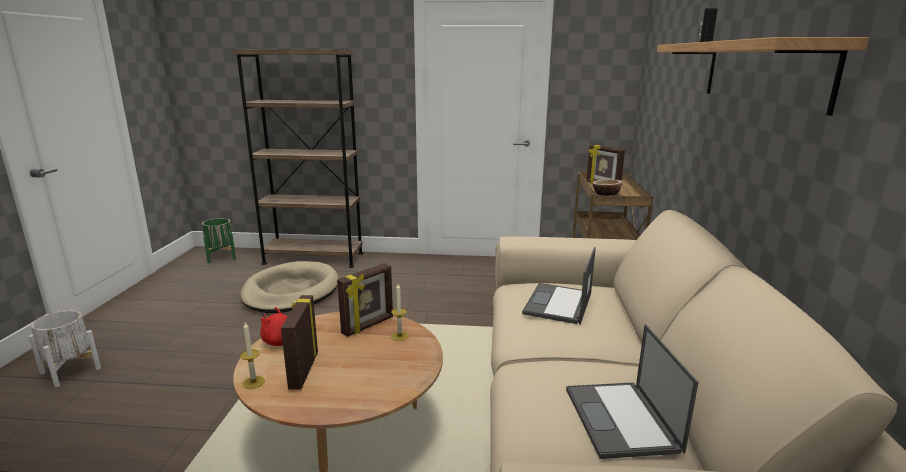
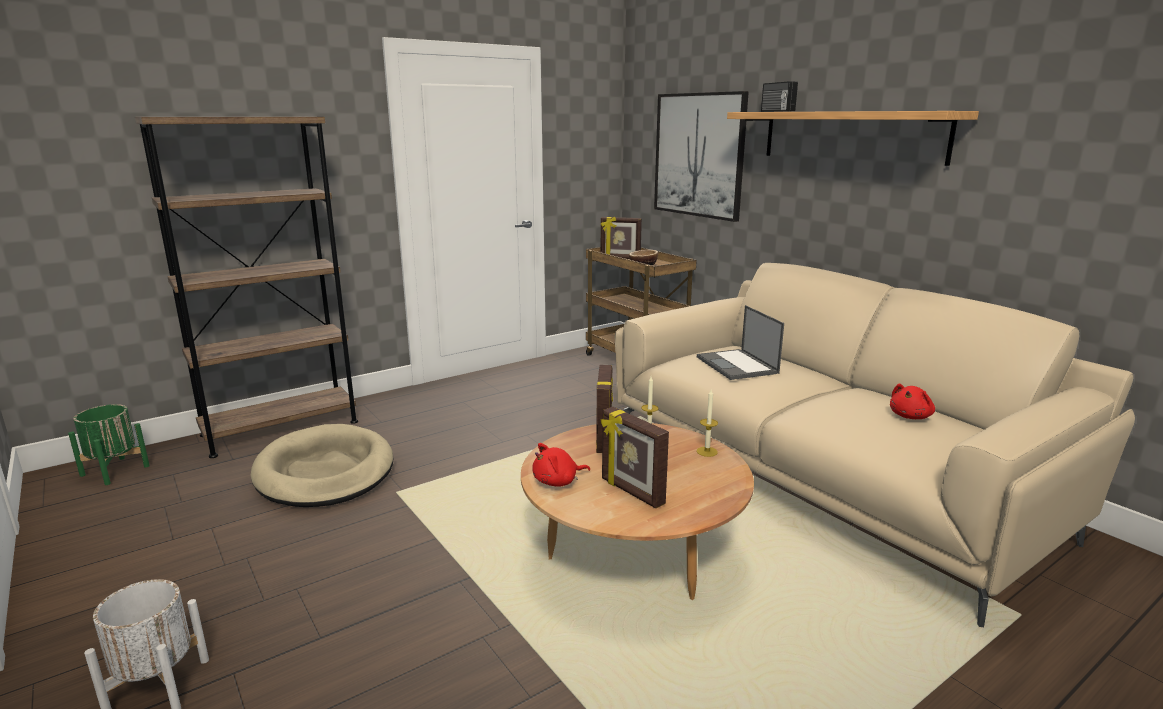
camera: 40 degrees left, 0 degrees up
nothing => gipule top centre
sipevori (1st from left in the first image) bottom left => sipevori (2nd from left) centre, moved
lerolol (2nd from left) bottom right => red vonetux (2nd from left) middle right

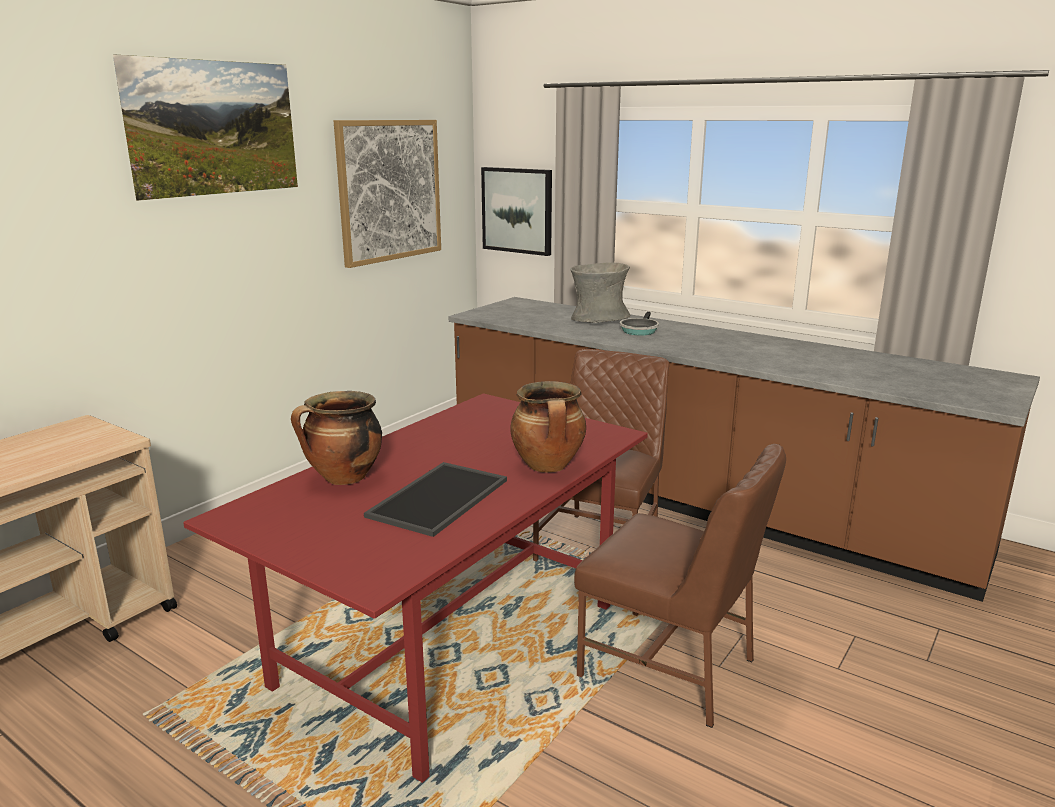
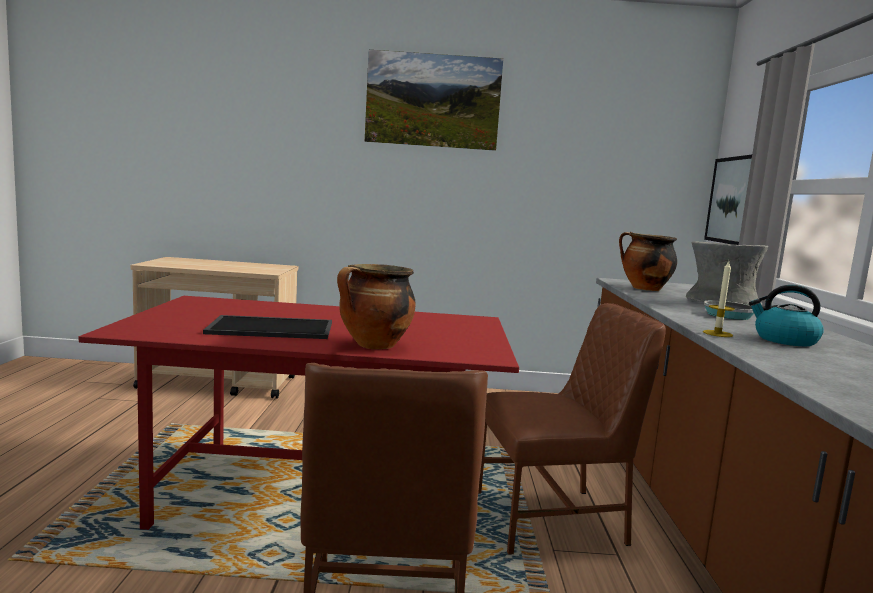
camera: 55 degrees right, 10 degrees down
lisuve (1st from left in the first image) middle left => lisuve (2nd from left) middle right, moved
nothing => sipevori middle right
nothing => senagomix middle right
gipule (2nd from left) top centre => nothing

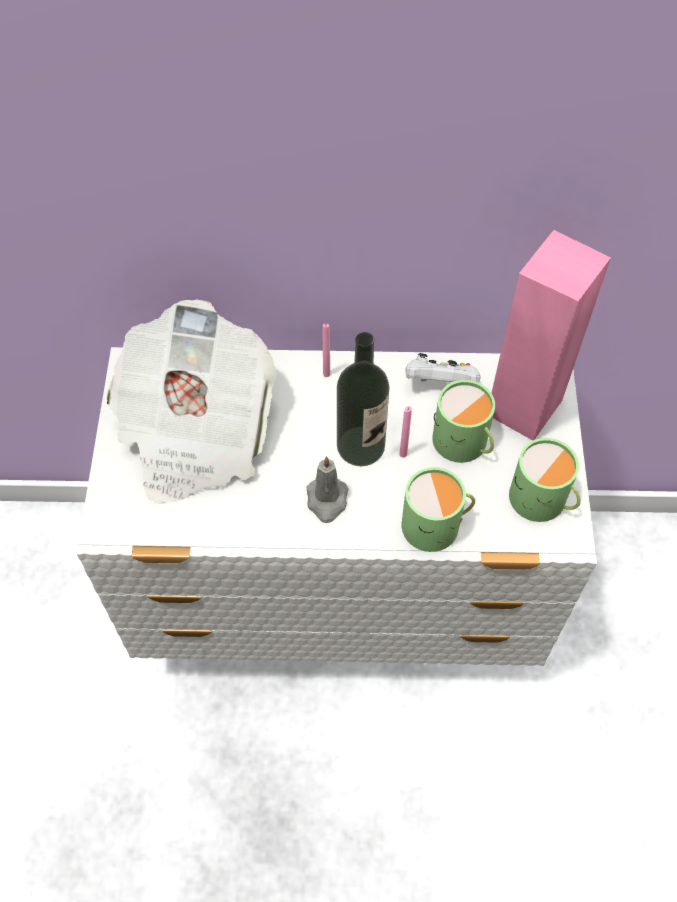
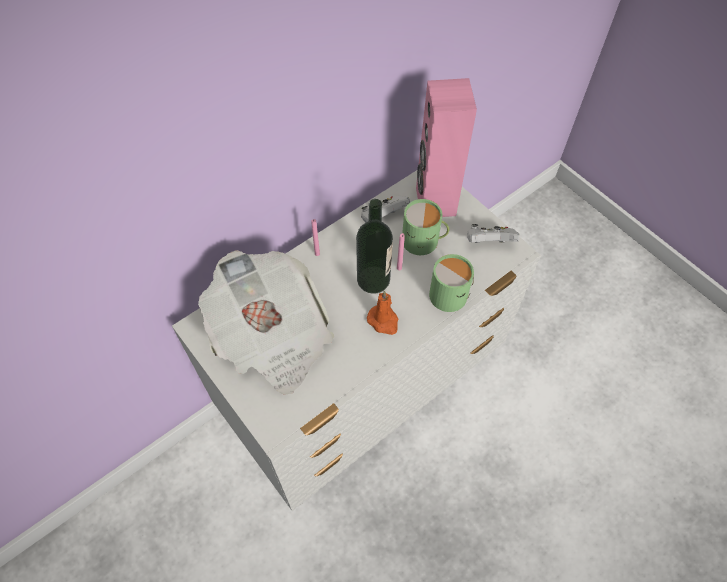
camera: 40 degrees left, 0 degrees up
grey sipevori centre => orange sipevori centre
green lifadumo (3rd from left) middle right => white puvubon (2nd from left) middle right

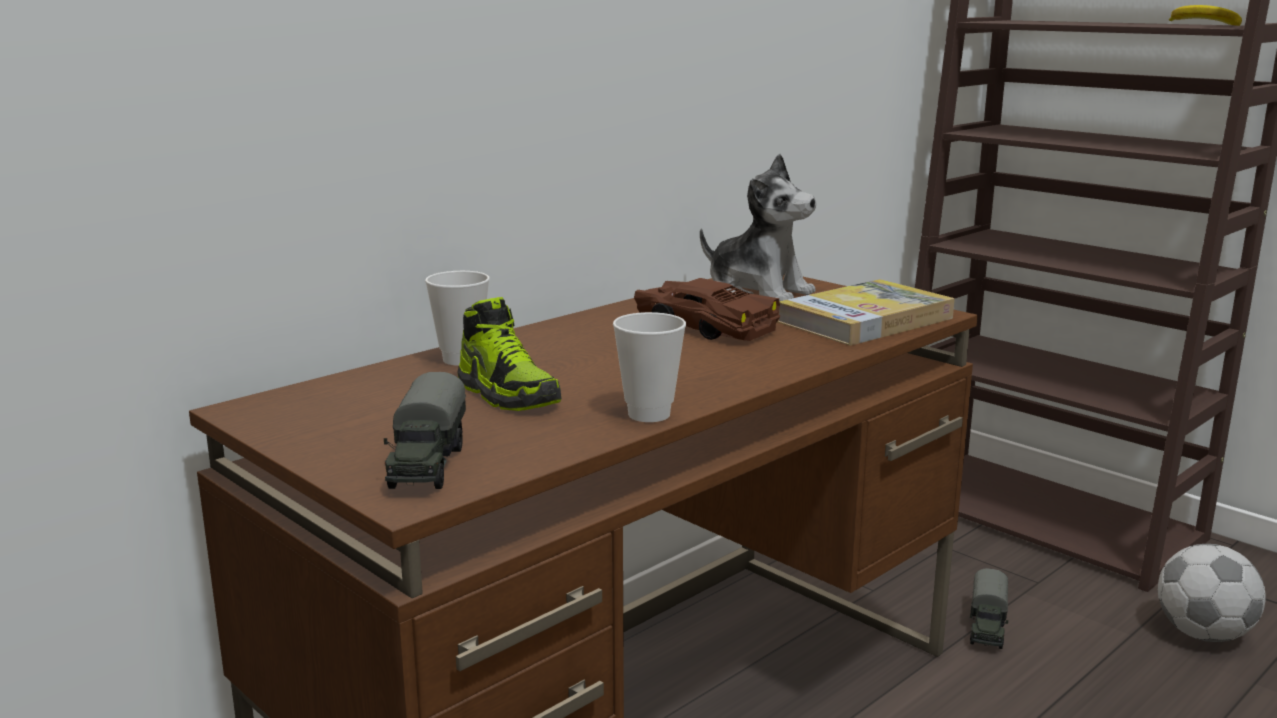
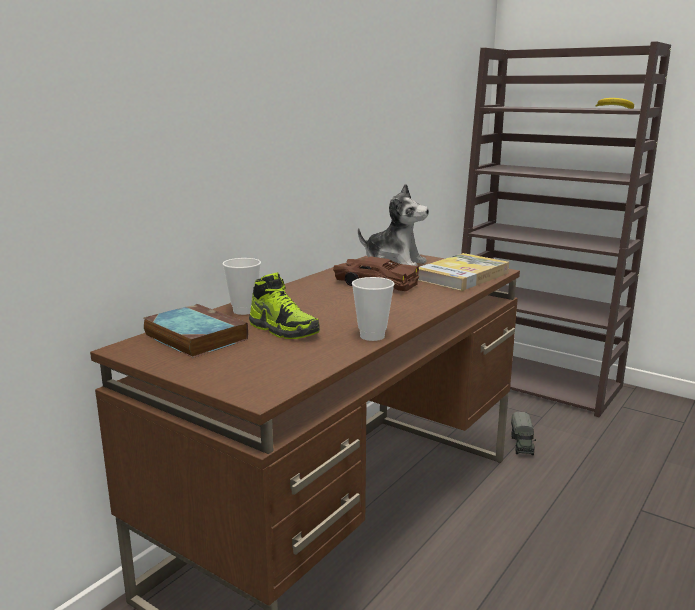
camera: 10 degrees left, 0 degrees up
nothing => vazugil (1st from left) middle left
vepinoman (1st from left) middle left => nothing
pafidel bottom right => nothing

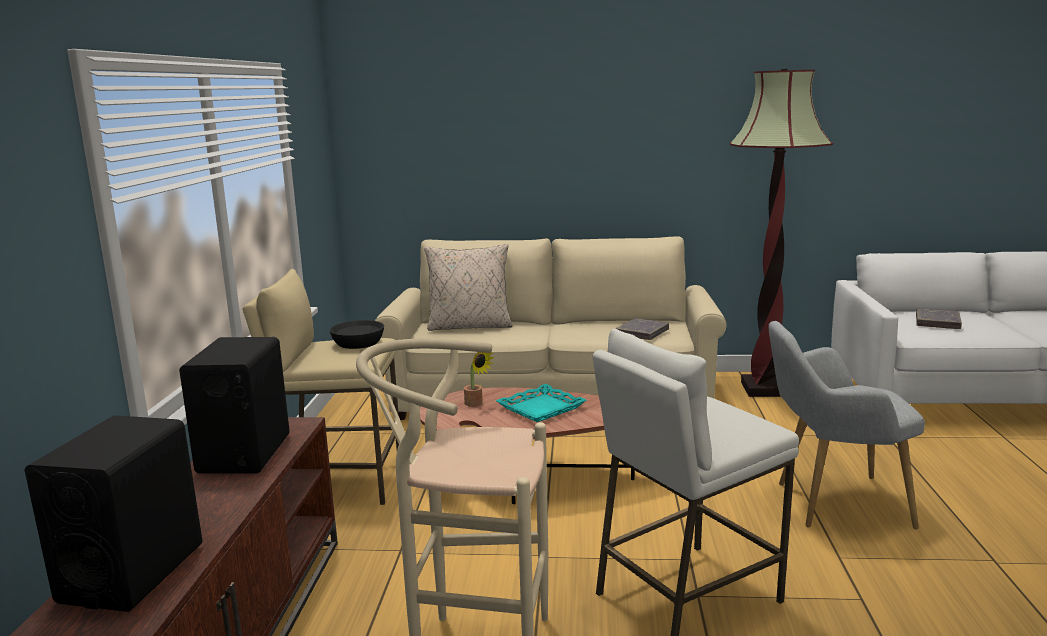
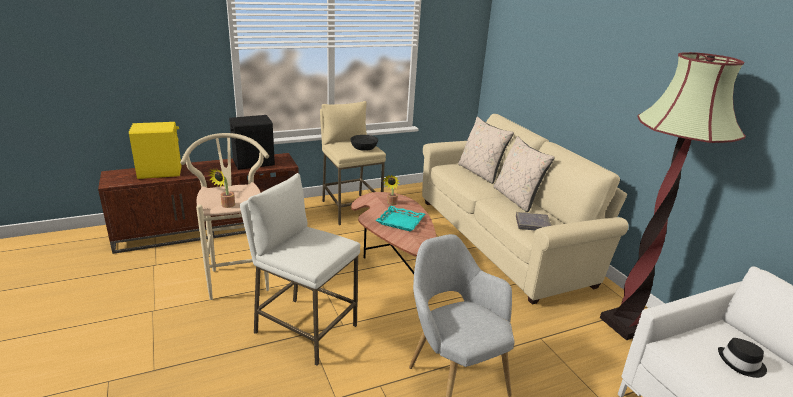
camera: 60 degrees right, 10 degrees up
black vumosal (1st from left) bottom left => yellow vumosal middle left
nothing => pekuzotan (1st from left) middle left
nothing => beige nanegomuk (2nd from left) centre
grey vazugil (2nd from left) middle right => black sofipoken bottom right

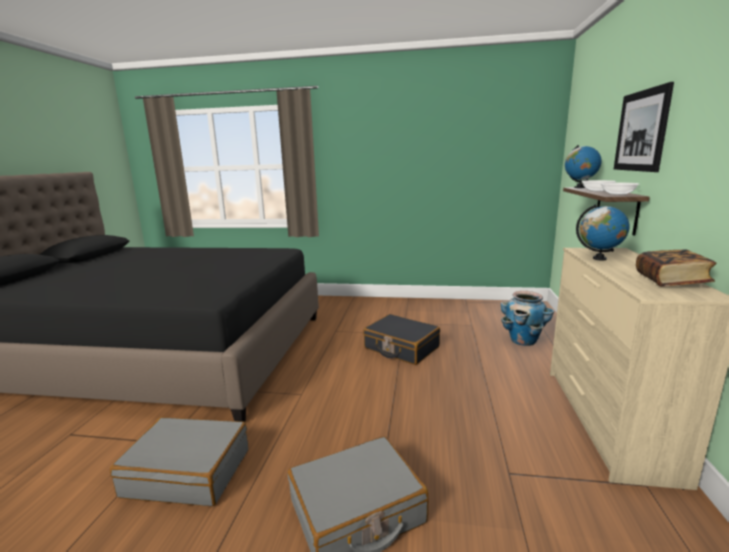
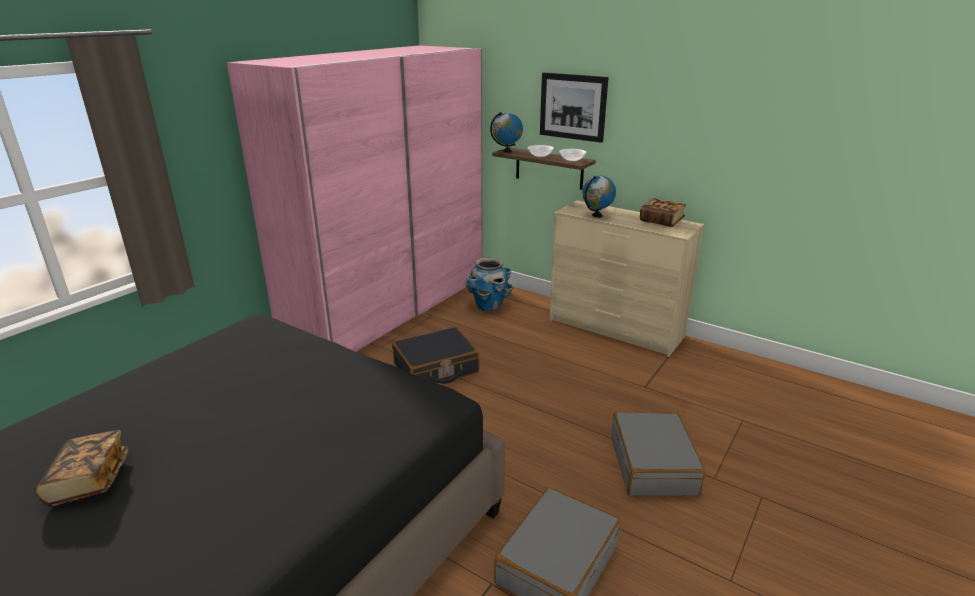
camera: 65 degrees left, 10 degrees up
nothing => vazugil (1st from left) bottom left
nothing => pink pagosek top centre

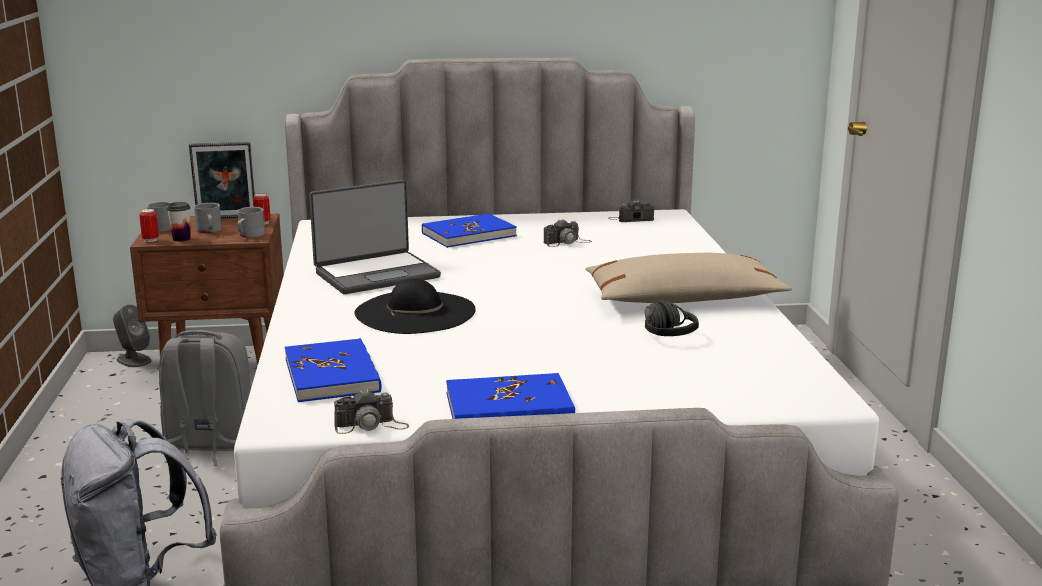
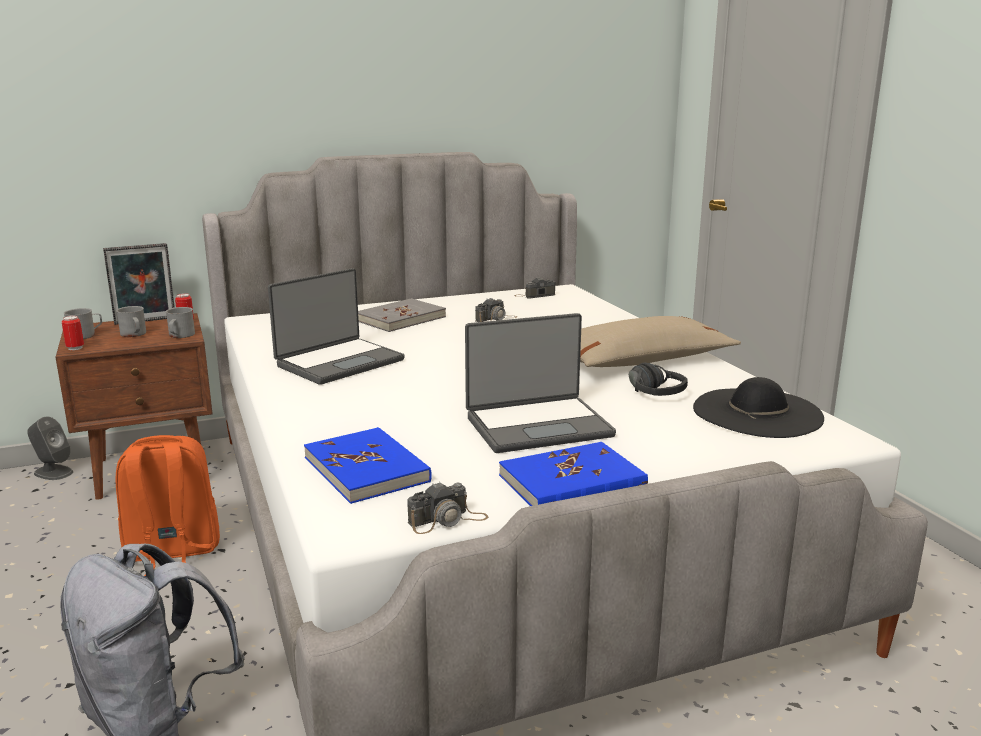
camera: 15 degrees left, 0 degrees up
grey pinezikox (2nd from left) bottom left => orange pinezikox bottom left
blue vazugil (2nd from left) centre => grey vazugil centre
nothing => lerolol (2nd from left) centre
black sofipoken centre => black sofipoken middle right, moved
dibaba middle left => nothing

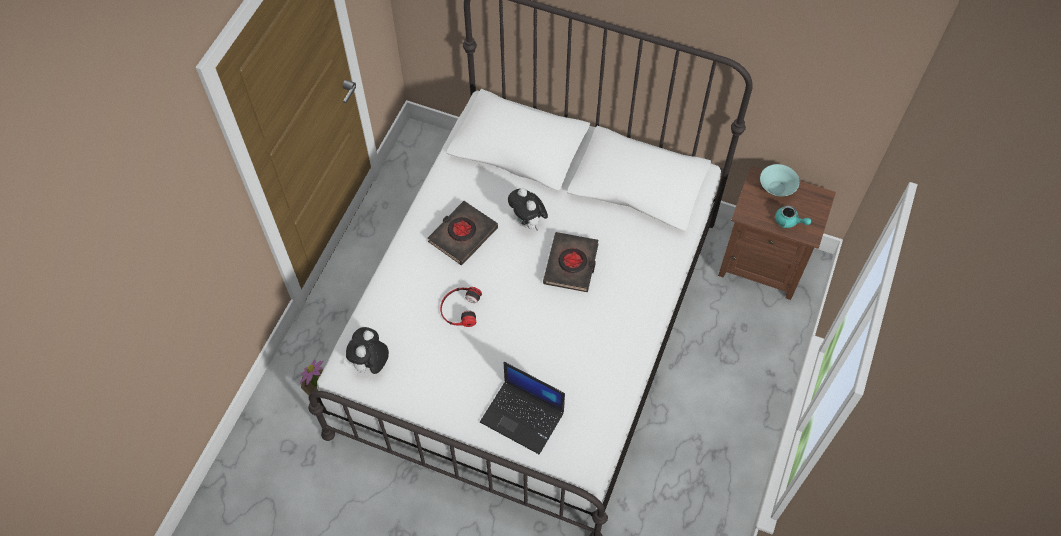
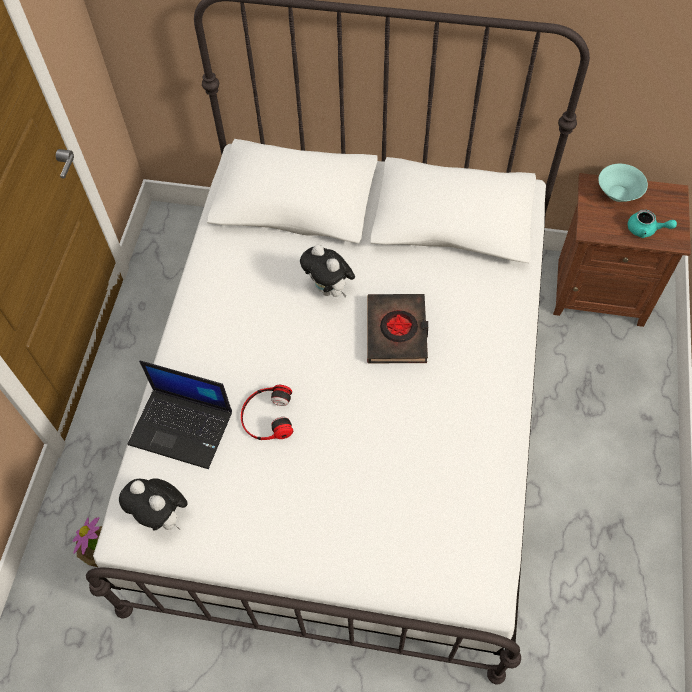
camera: 10 degrees left, 0 degrees up
vonetux (1st from left) centre => vonetux (1st from left) bottom left, 60 degrees counterclockwise
lerolol bottom centre => lerolol middle left, moved
black vazugil (1st from left) centre => nothing

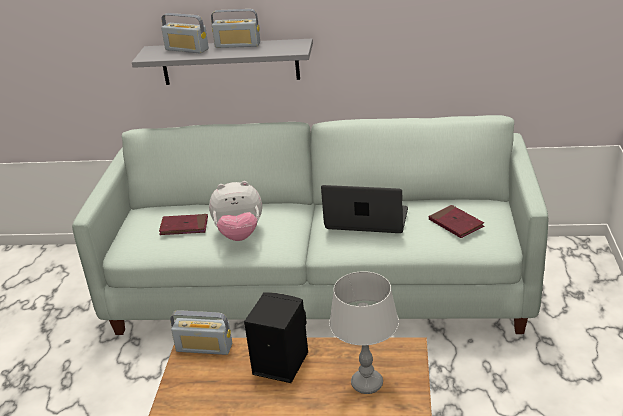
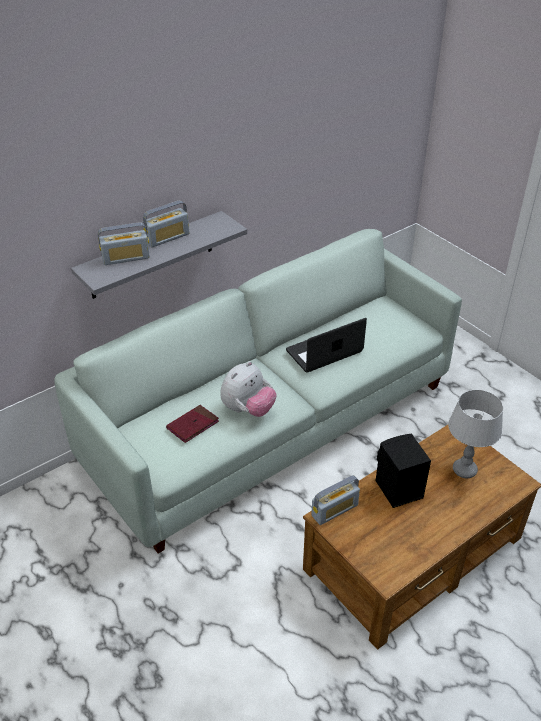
camera: 45 degrees left, 10 degrees up
red vazugil (2nd from left) middle right => nothing

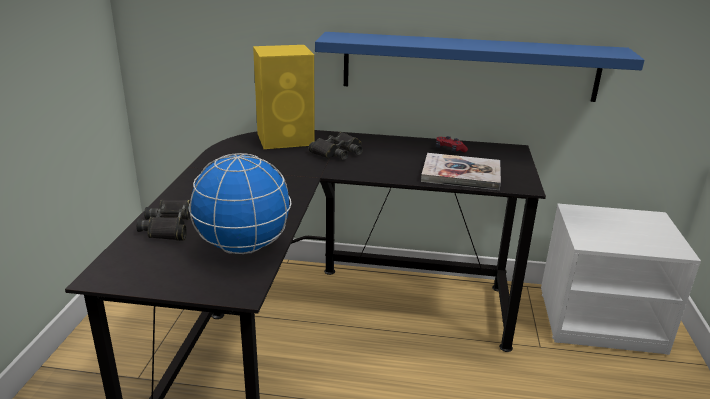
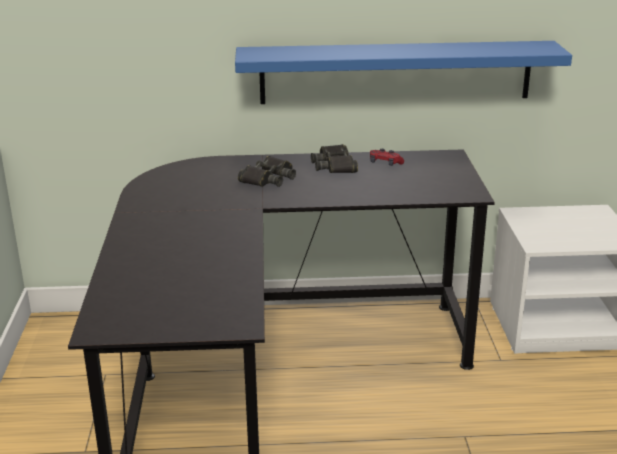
camera: 10 degrees left, 0 degrees up
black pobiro (1st from left in the first image) middle left => black pobiro (2nd from left) centre, moved
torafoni centre => nothing
yellow vumosal top centre => nothing
vazugil centre => nothing

